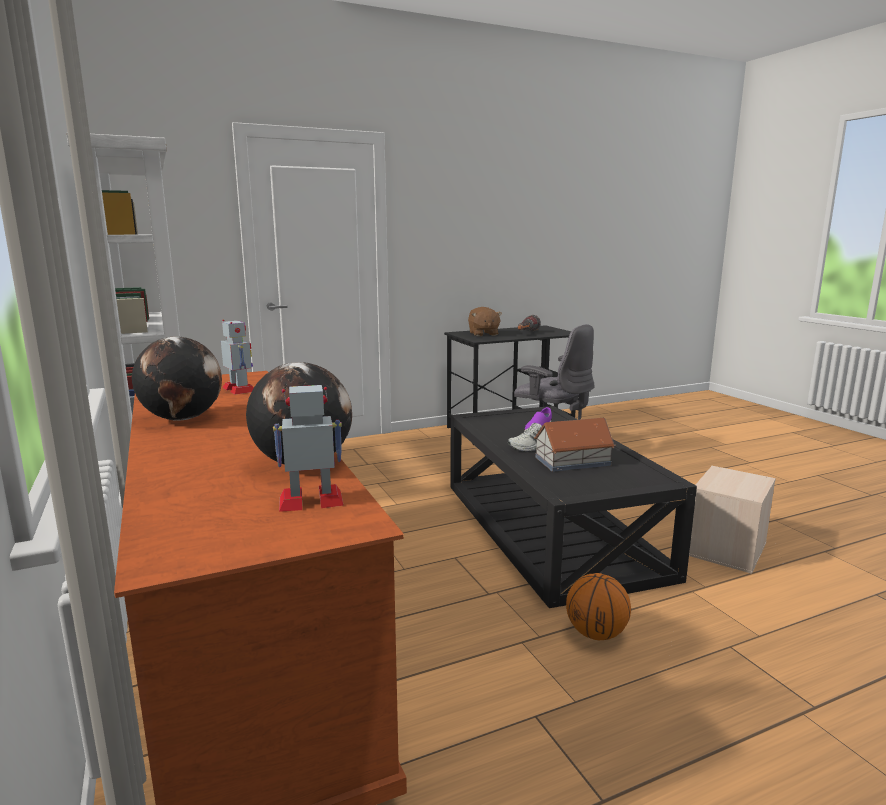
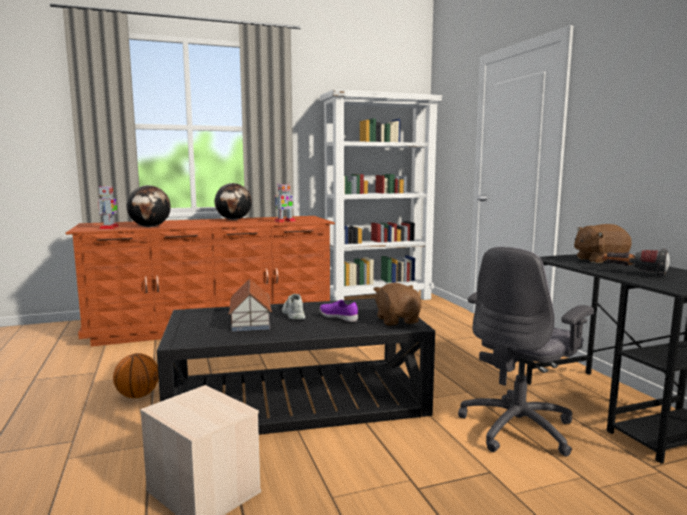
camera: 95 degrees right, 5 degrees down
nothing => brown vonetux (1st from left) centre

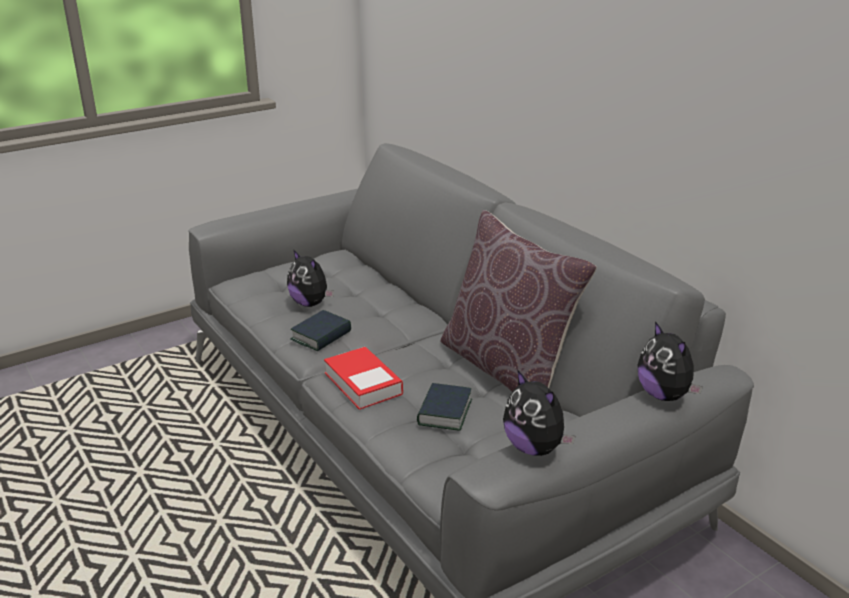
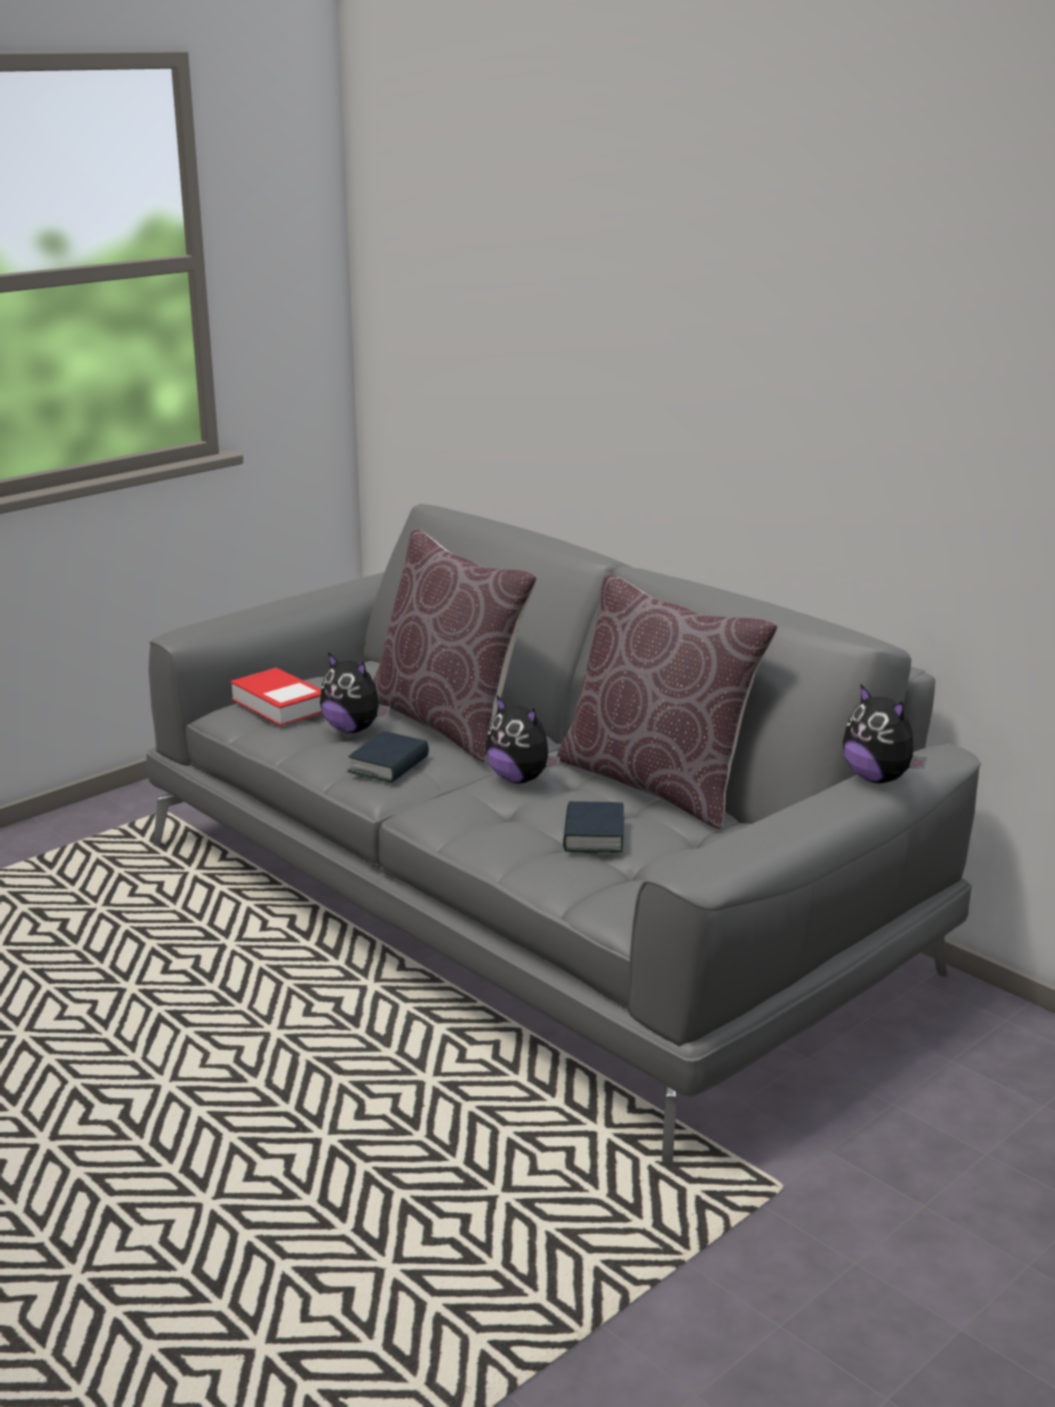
camera: 10 degrees left, 5 degrees down
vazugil (2nd from left in the first image) centre => vazugil (1st from left) middle left, moved
nothing => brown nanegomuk (1st from left) centre
vonetux (2nd from left) bottom centre => vonetux (2nd from left) centre, moved

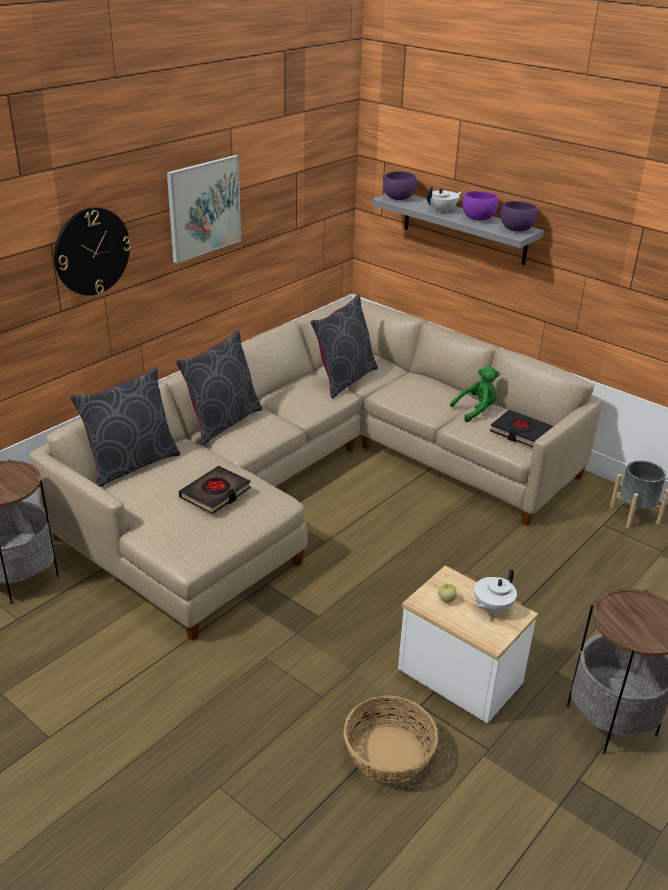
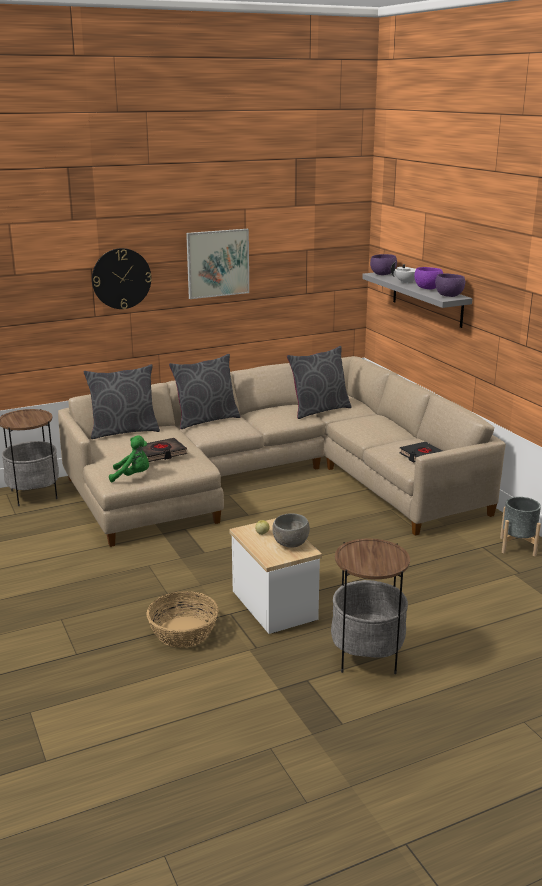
camera: 25 degrees right, 10 degrees down
green vonetux middle right => green vonetux middle left, moved
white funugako (2nd from left) middle right => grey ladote centre

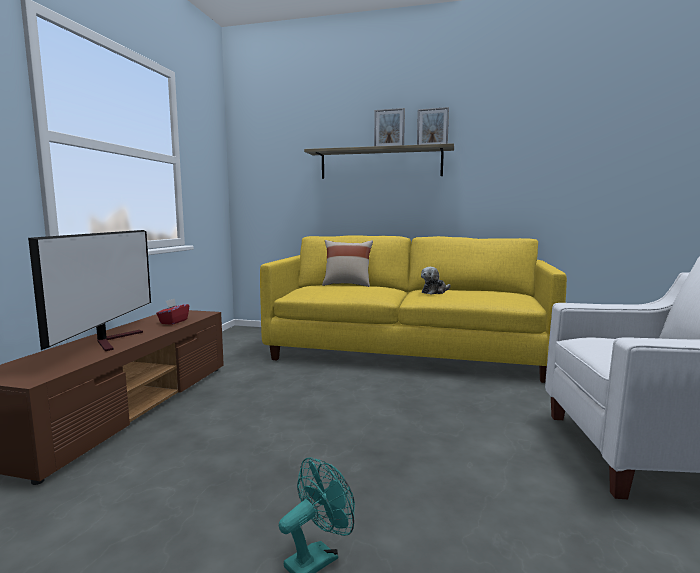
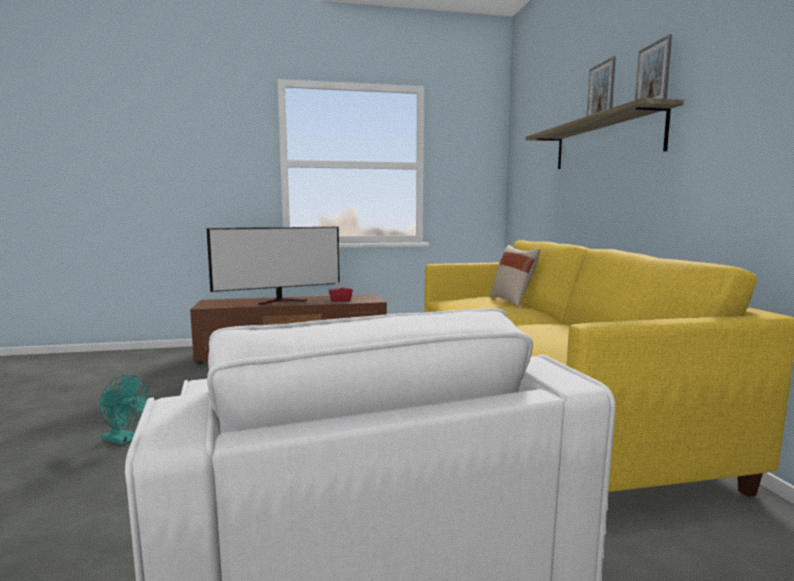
camera: 65 degrees right, 0 degrees up
vonetux centre => nothing

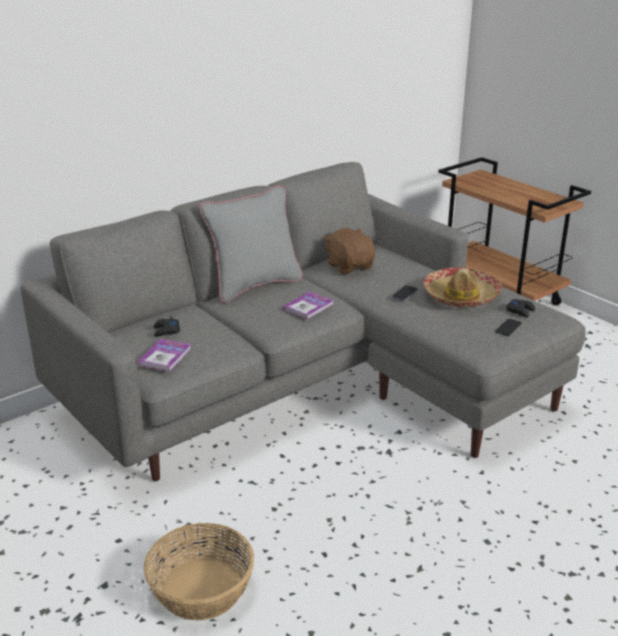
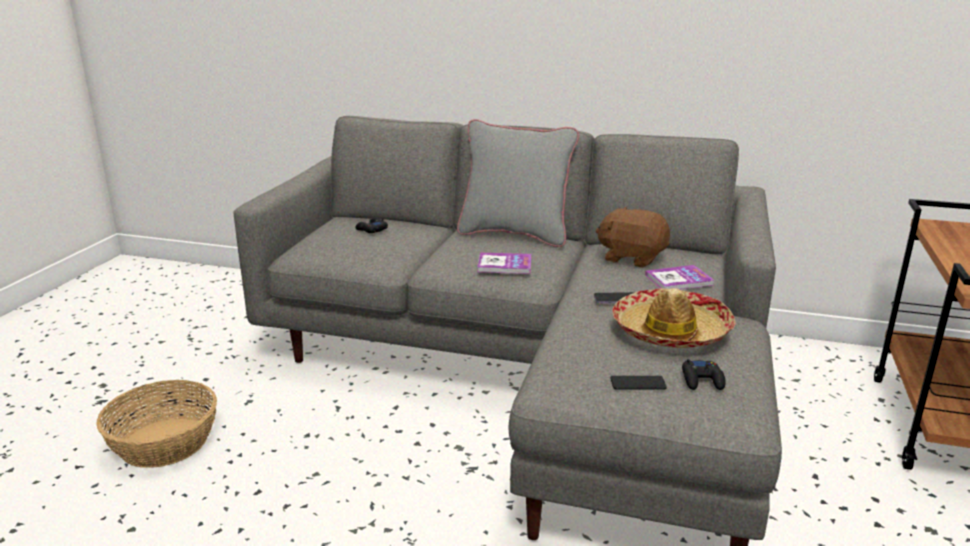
camera: 55 degrees right, 5 degrees down
brown vonetux centre, 90 degrees counterclockwise
vazugil (1st from left in the first image) middle left => vazugil (2nd from left) middle right, moved

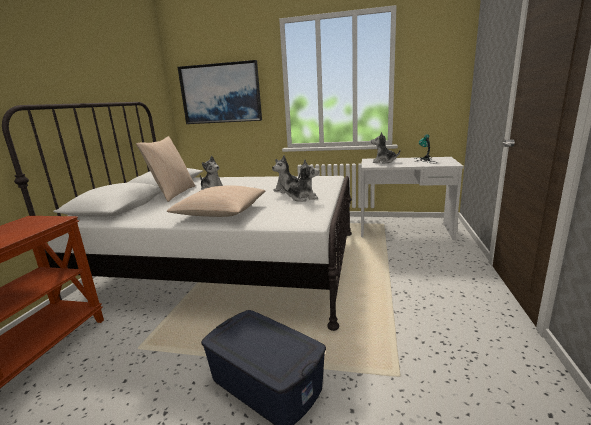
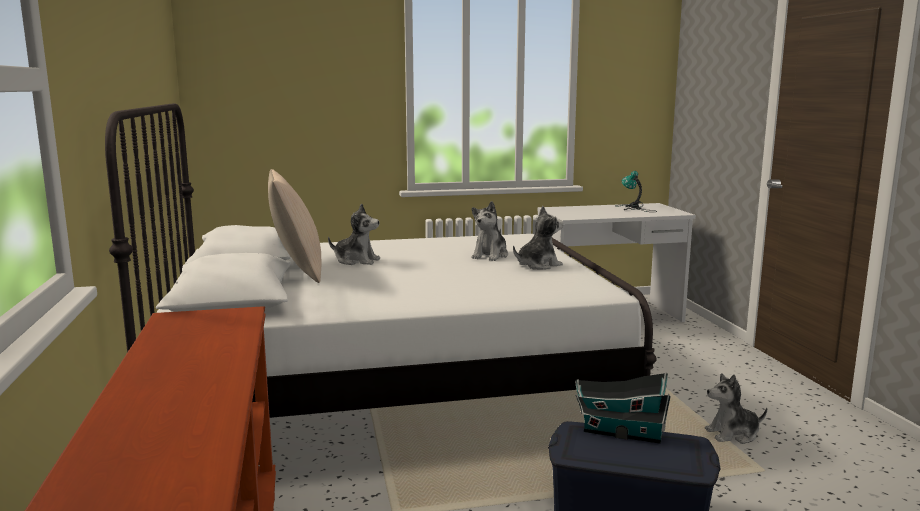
camera: 25 degrees left, 5 degrees down
nothing => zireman bottom right
vonetux (4th from left) centre => vonetux (4th from left) bottom right, moved
beige nanegomuk (2nd from left) centre => nothing
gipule top centre => nothing

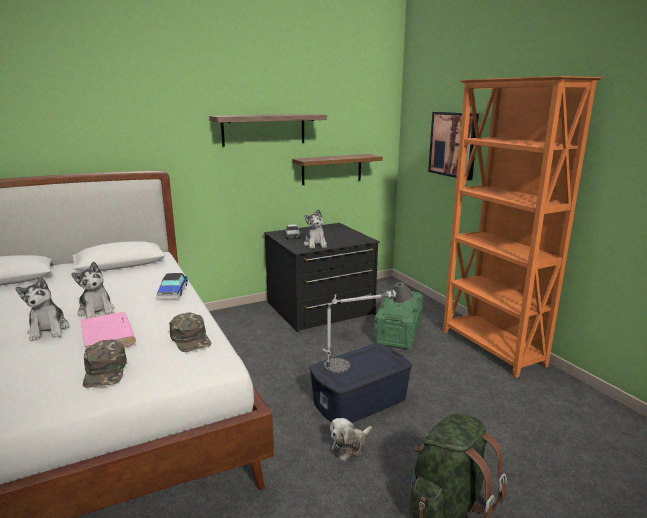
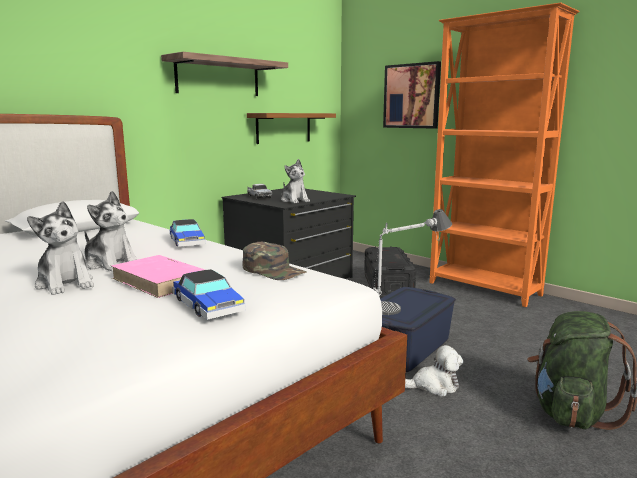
camera: 20 degrees left, 5 degrees down
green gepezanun (1st from left) bottom left => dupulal (2nd from left) middle left
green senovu centre => black senovu centre
vonetux (4th from left) bottom centre => vonetux (4th from left) bottom right, 120 degrees counterclockwise

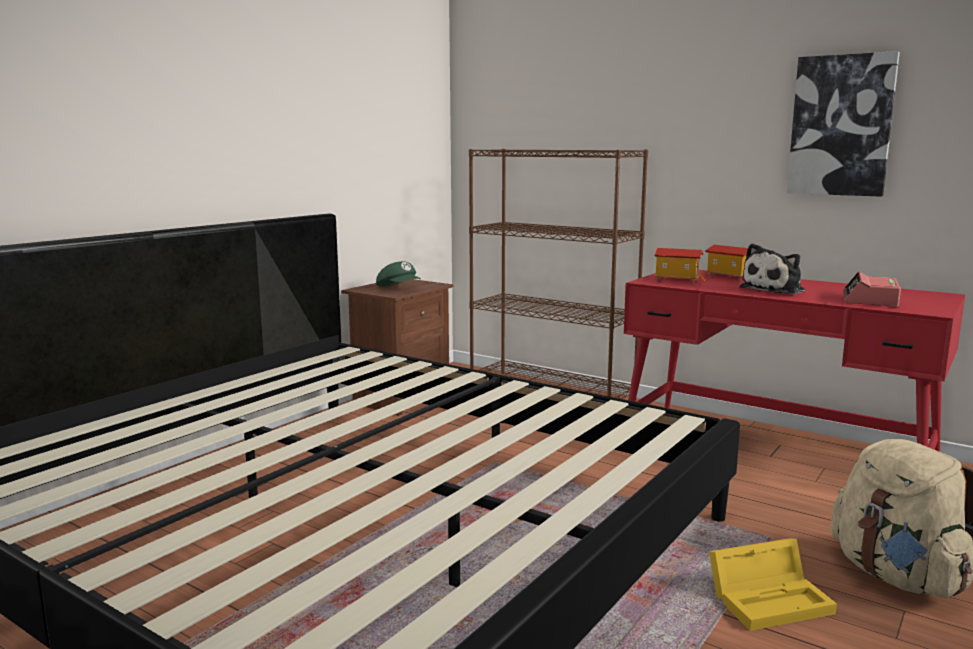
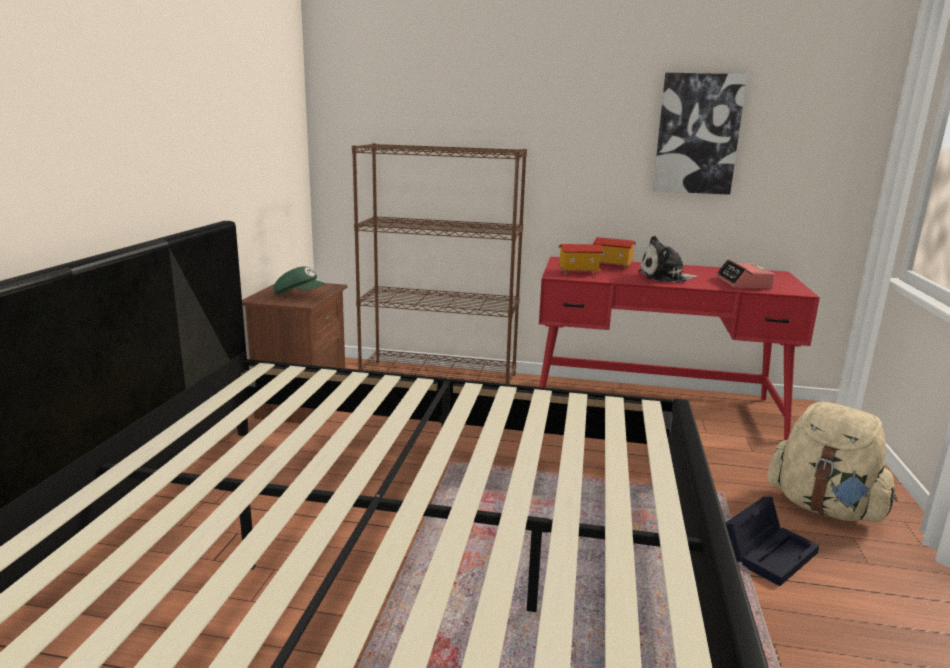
camera: 25 degrees left, 5 degrees up
vonetux middle right, 60 degrees clockwise
yellow senovu bottom right => black senovu bottom right

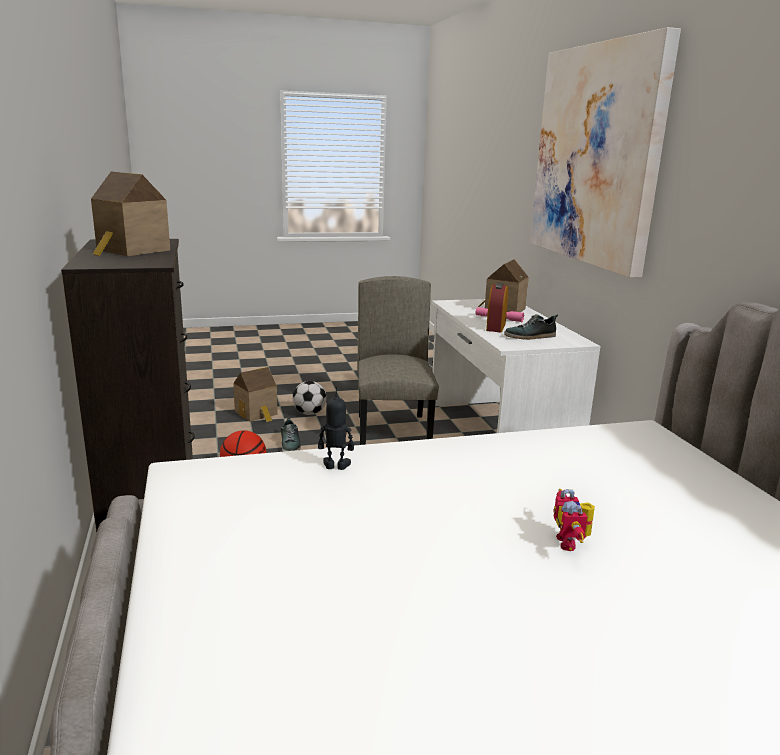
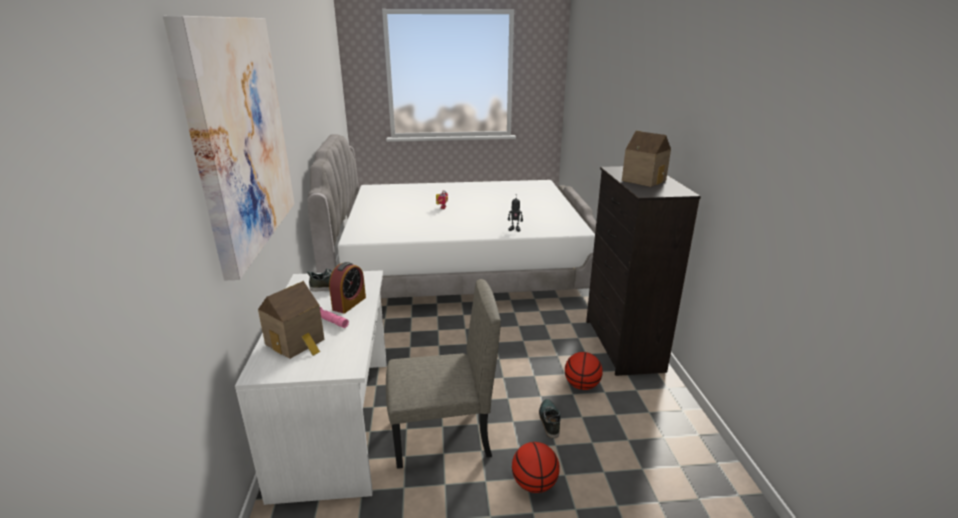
camera: 170 degrees left, 5 degrees up
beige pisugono centre => beige pisugono bottom centre, 105 degrees counterclockwise
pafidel centre => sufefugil (1st from left) bottom centre
zireman (2nd from left) middle left => nothing

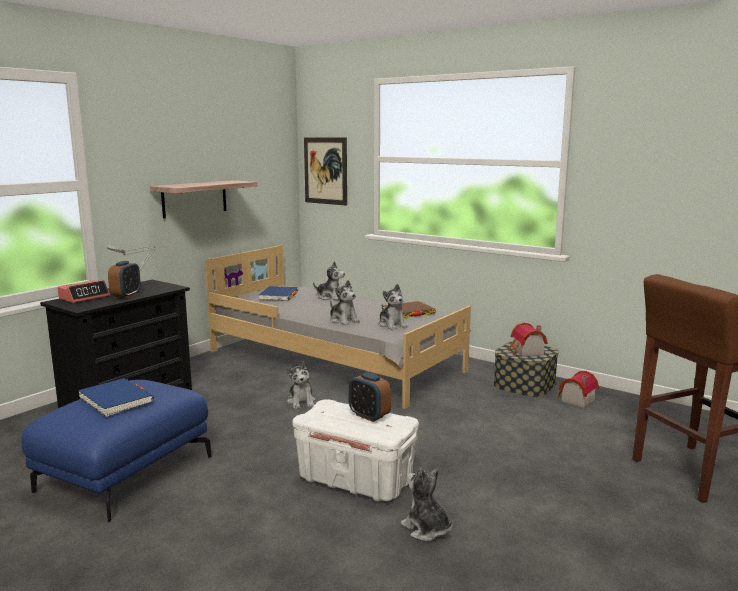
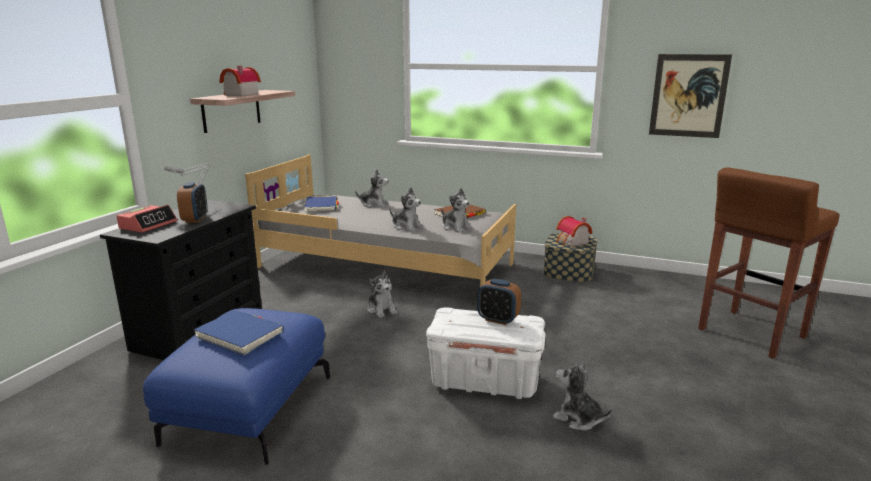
camera: 15 degrees left, 5 degrees up
zireman (2nd from left in the first image) middle right => zireman (1st from left) top left, moved
gipule top centre => gipule top right, moved

